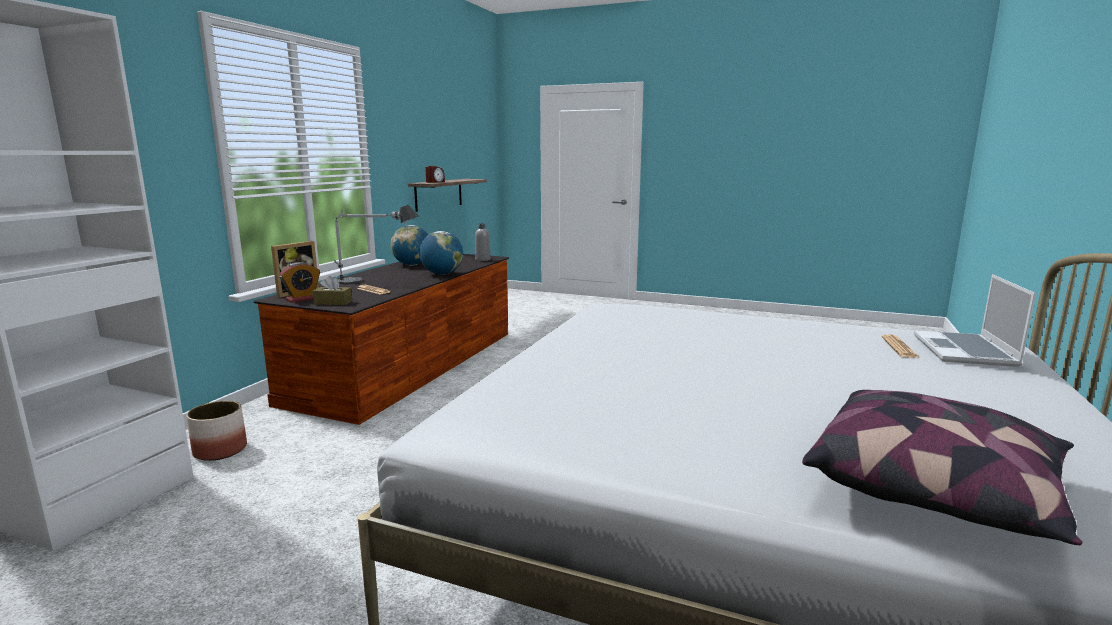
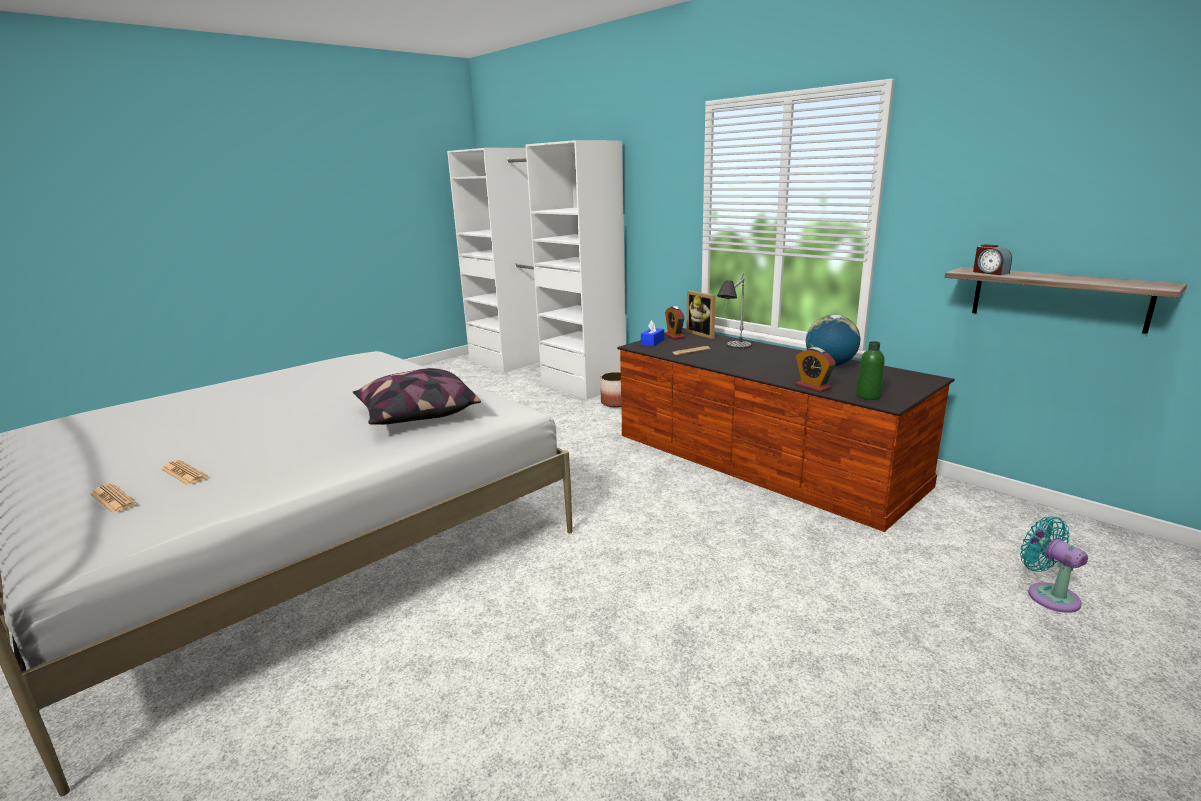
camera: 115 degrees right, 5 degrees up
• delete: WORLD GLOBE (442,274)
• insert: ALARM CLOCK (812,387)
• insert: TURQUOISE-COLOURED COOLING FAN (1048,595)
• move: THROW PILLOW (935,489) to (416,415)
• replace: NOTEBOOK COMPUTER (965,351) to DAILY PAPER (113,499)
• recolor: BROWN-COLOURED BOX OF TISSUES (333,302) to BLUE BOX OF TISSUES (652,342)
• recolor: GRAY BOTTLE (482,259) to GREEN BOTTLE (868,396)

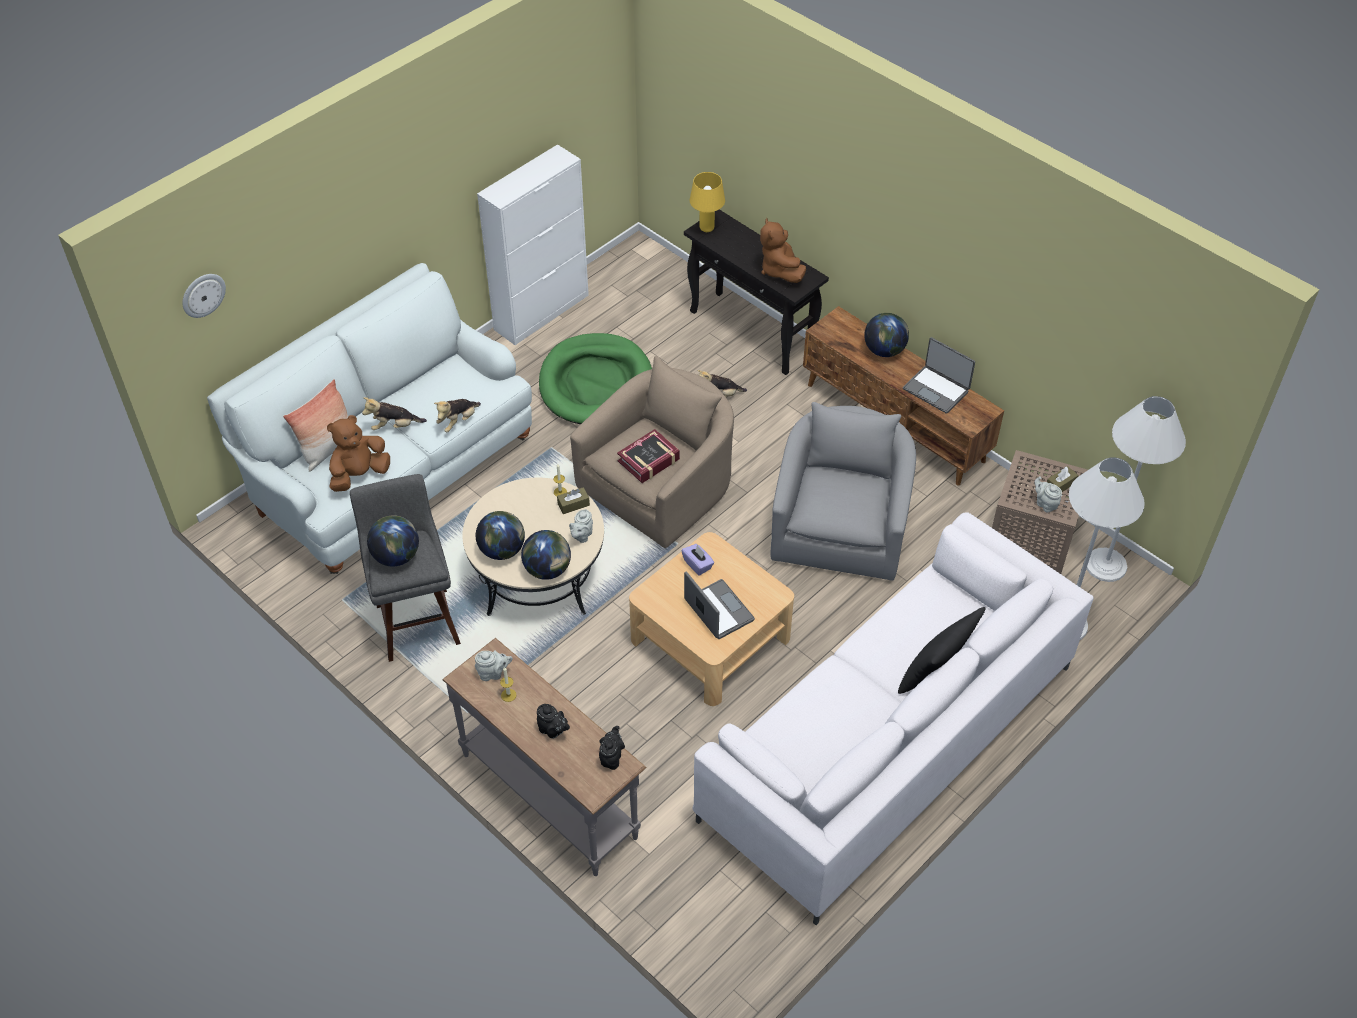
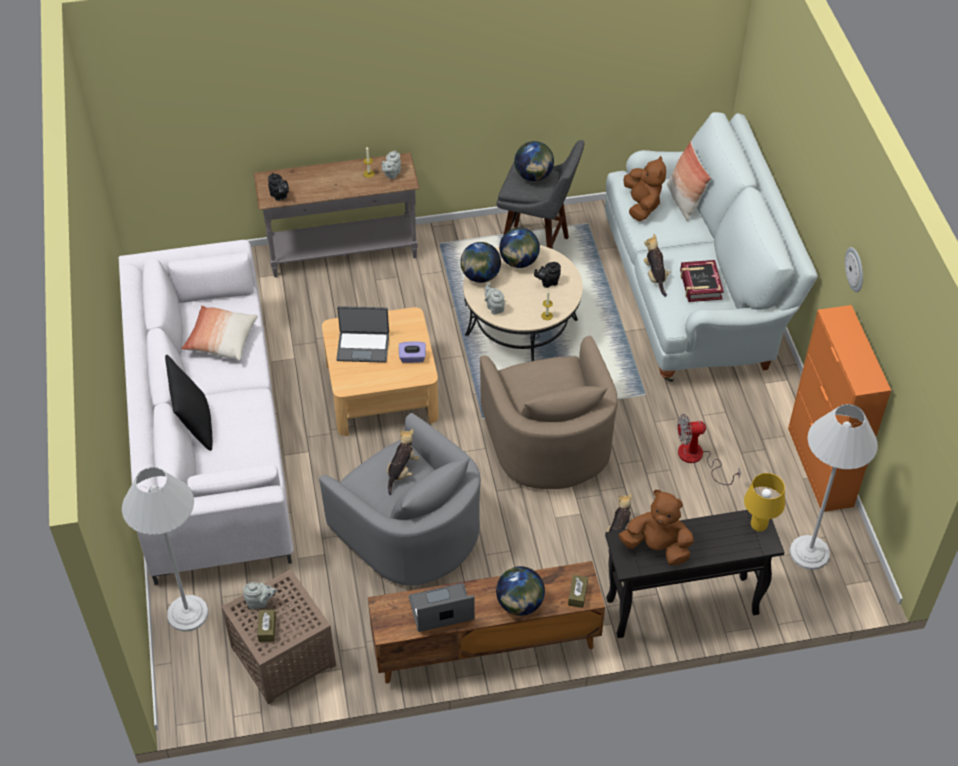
camera: 125 degrees right, 0 degrees up
• insert: THROW PILLOW (221,340)
• move: WALL CLOCK (203,295) to (855,269)
• move: CUDDLY TOY (394,426) to (402,471)
• move: BLACK TEA POT (553,730) to (548,282)
• move: BROWN-COLOURED BOX OF TISSUES (573,504) to (577,594)
• move: VOLUME (649,460) to (700,285)
• move: WHITE-COLOURED STANDING LAMP (1105,565) to (809,553)
• replace: GREEN DOG BED (596,384) to COOLING FAN (697,458)
• recolor: WHITE-COLOURED STORAGE CABINET (542,312) to ORANGE-COLOURED STORAGE CABINET (820,467)

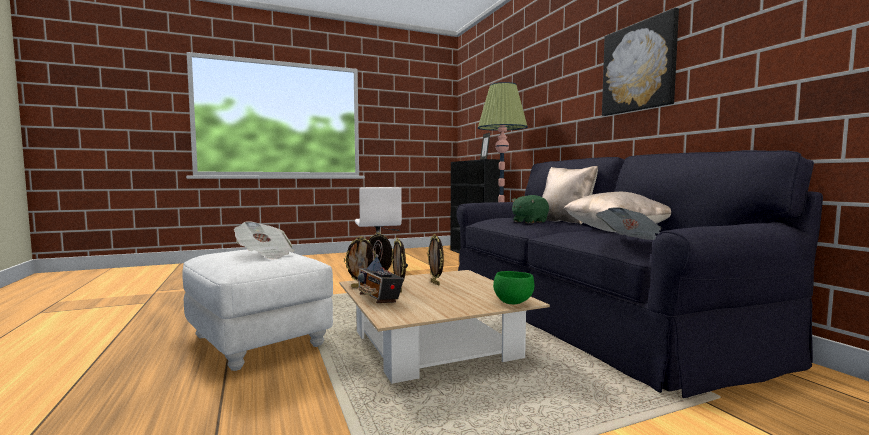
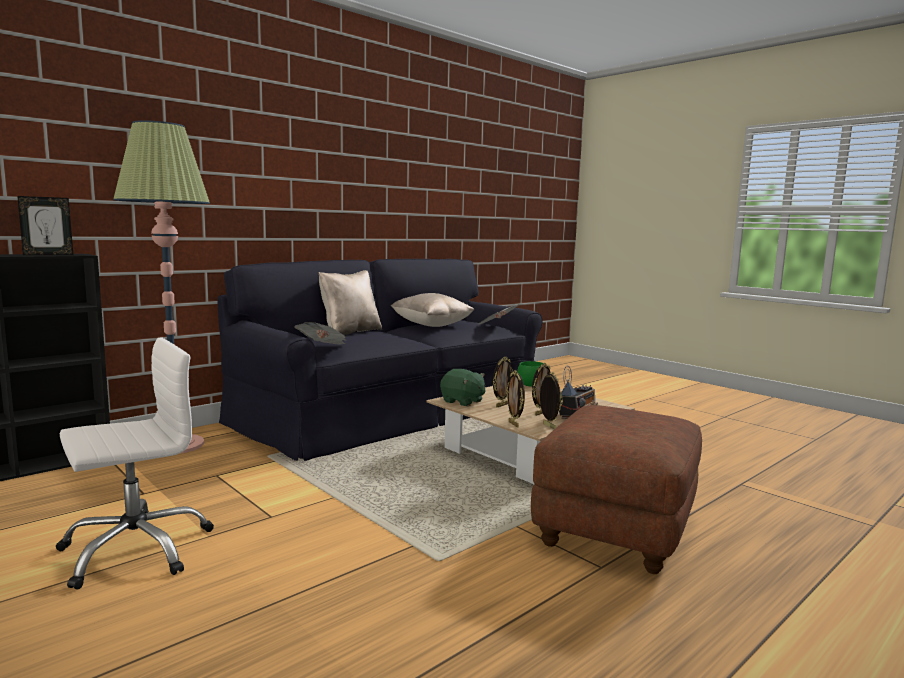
camera: 110 degrees left, 5 degrees up
• delete: PICTURE (638,67)
• move: DAILY PAPER (265,255) to (323,348)
• move: GREEN CUDDLY TOY (529,221) to (462,401)
• recolor: WHITE-COLOURED POUFFE (258,340) to BROWN-COLOURED POUFFE (615,529)

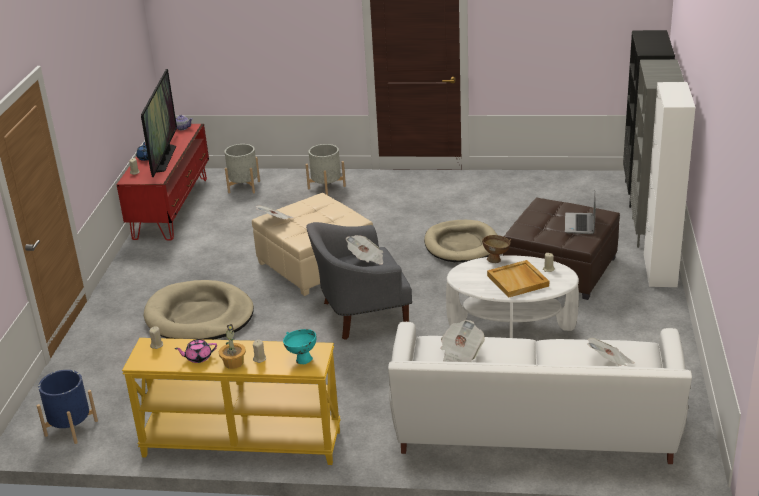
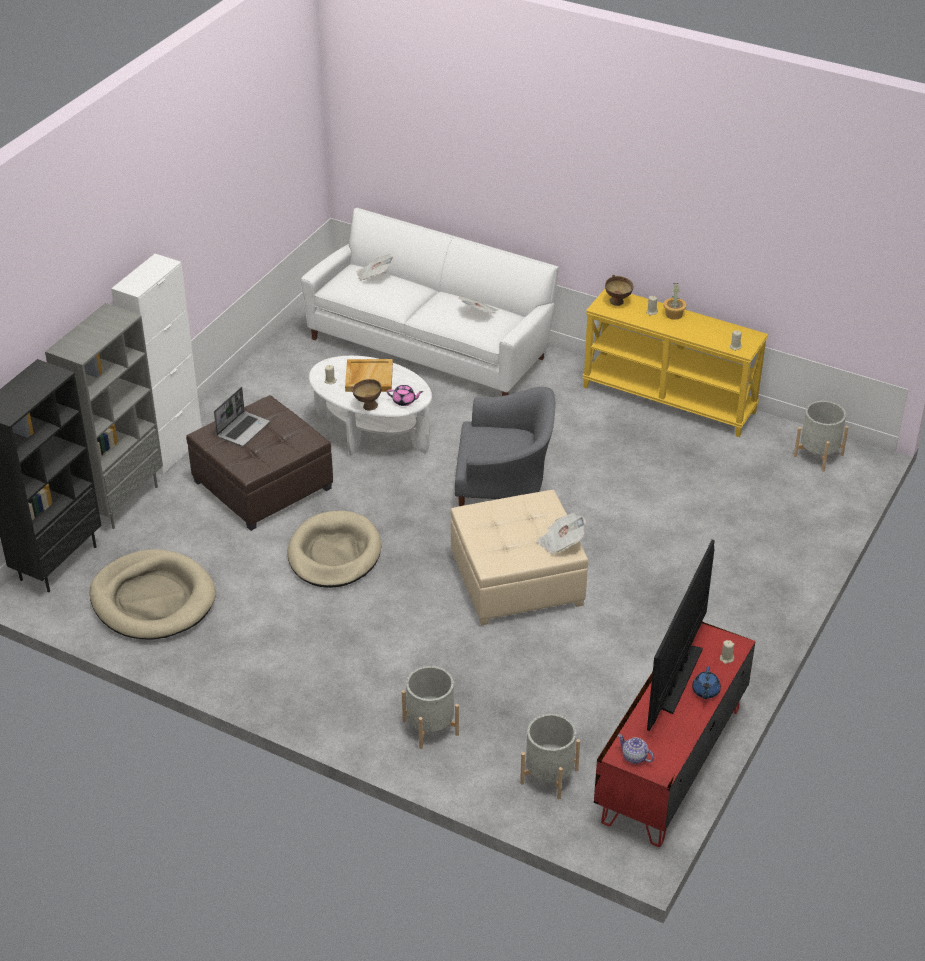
camera: 160 degrees left, 10 degrees up
• delete: DAILY PAPER (366,259)
• move: SAND-COLOURED DOG BED (199,316) to (153,599)
• move: PINK-COLOURED TEA POT (198,357) to (404,401)
• recolor: BLUE PLANTER (71,428) to GRAY PLANTER (818,455)
• recolor: TURQUOISE-COLOURED SERVING BOWL (301,359) to BROWN-COLOURED SERVING BOWL (618,303)

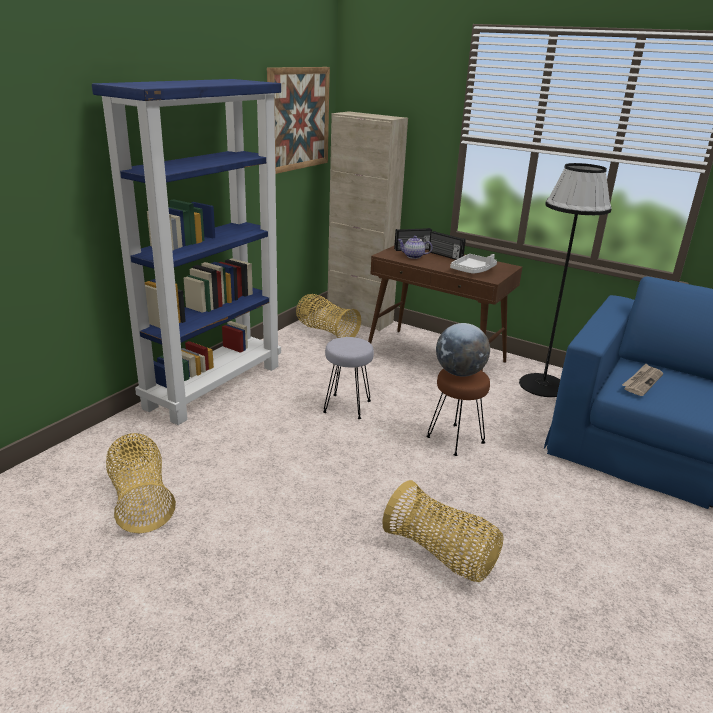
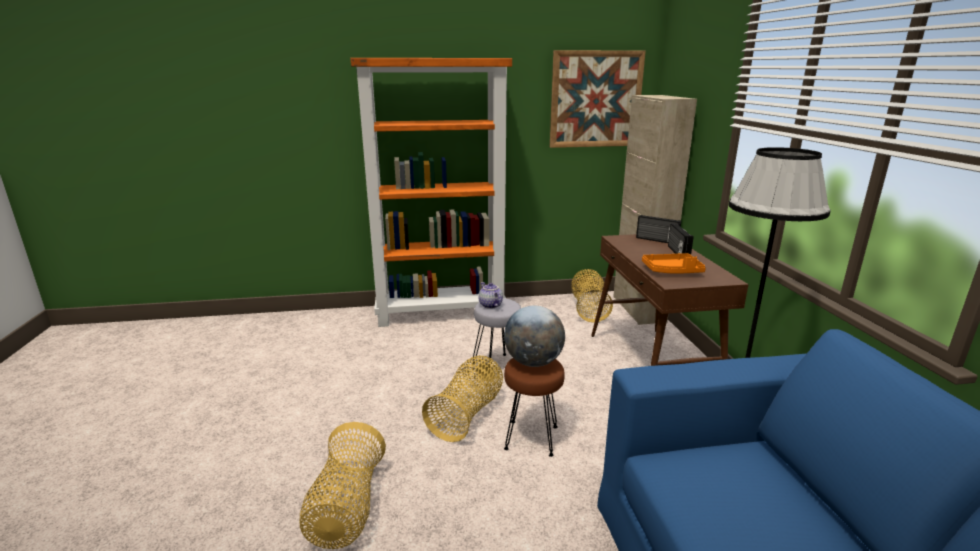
camera: 50 degrees right, 5 degrees down
• delete: DAILY PAPER (642,381)
• move: HOUSEHOLD BASKET (141,500) to (467,414)
• move: TEA POT (413,256) to (489,305)
• recolor: BLUE SHELVING UNIT (214,385) to ORANGE-COLOURED SHELVING UNIT (441,313)
• recolor: WHITE-COLOURED TRAY (473,270) to ORANGE-COLOURED TRAY (672,271)

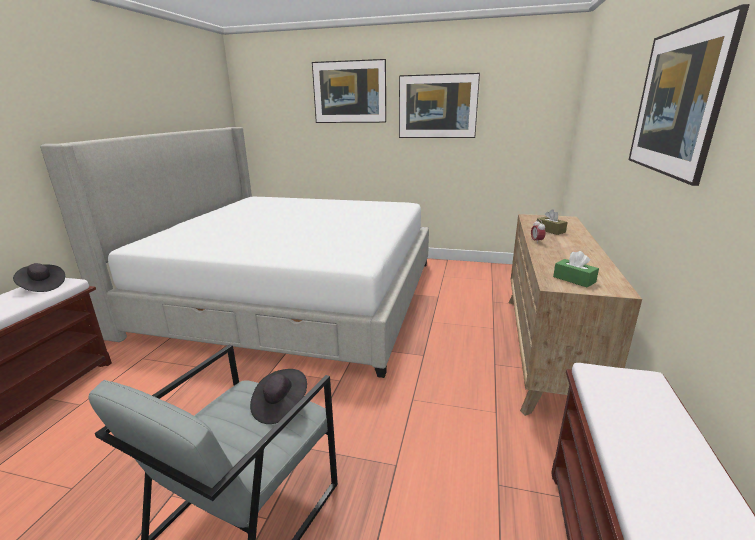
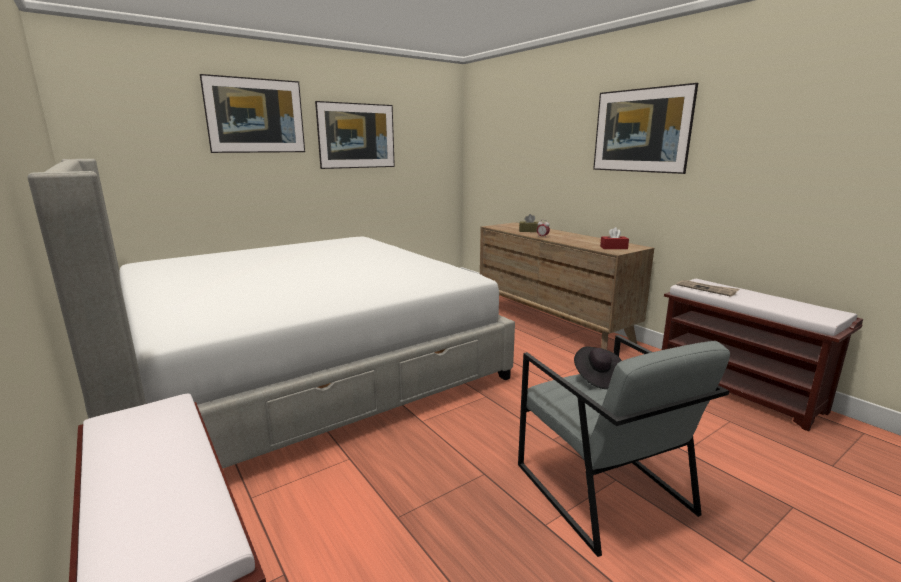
camera: 50 degrees left, 5 degrees down
• delete: BLACK CLOTHING HAT (42,286)
• insert: DAILY PAPER (707,289)
• recolor: GREEN BOX OF TISSUES (574,279) to REDDISH BOX OF TISSUES (613,248)

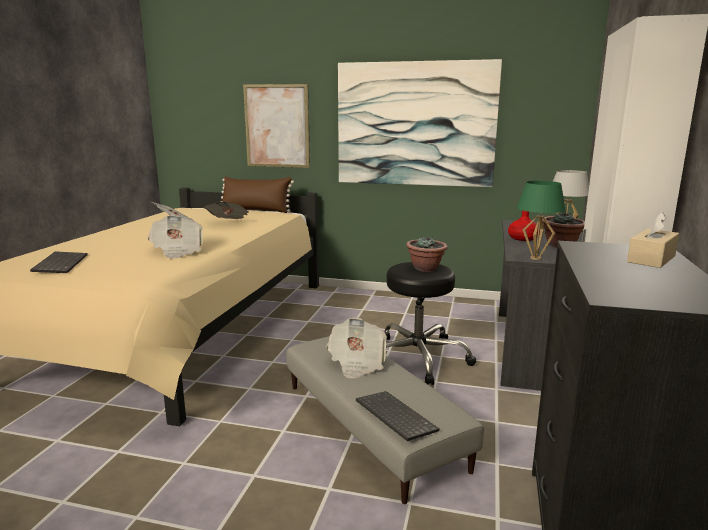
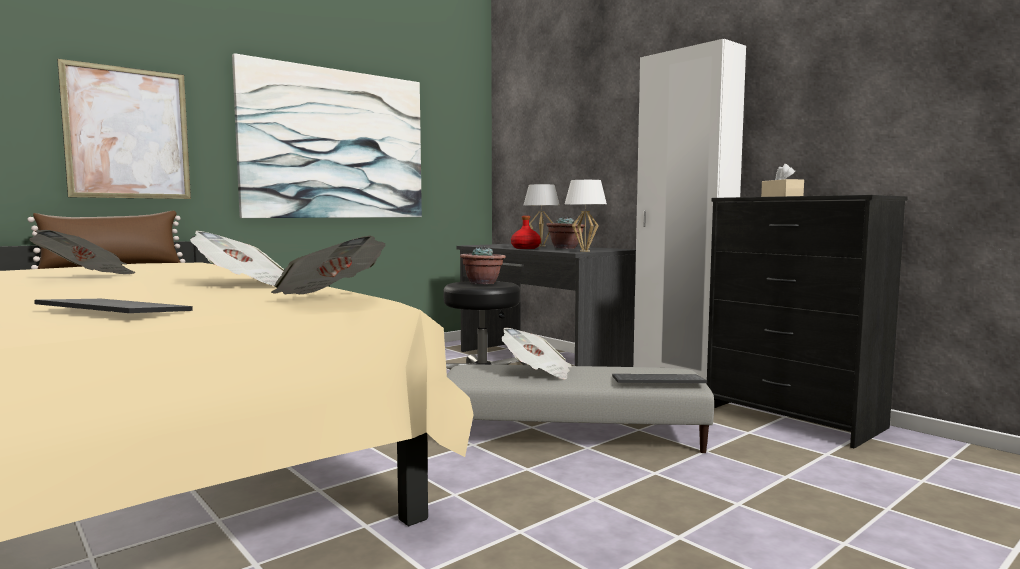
camera: 55 degrees left, 10 degrees down
• move: DAILY PAPER (228,223) to (329,298)
• recolor: GREEN TABLE LAMP (536,258) to WHITE-COLOURED TABLE LAMP (584,251)

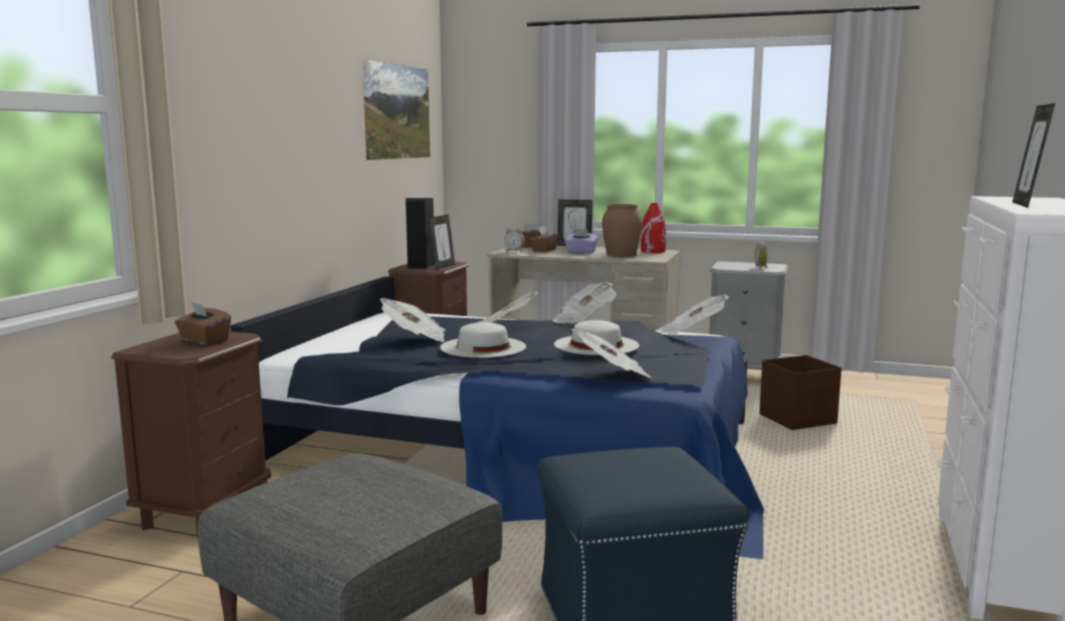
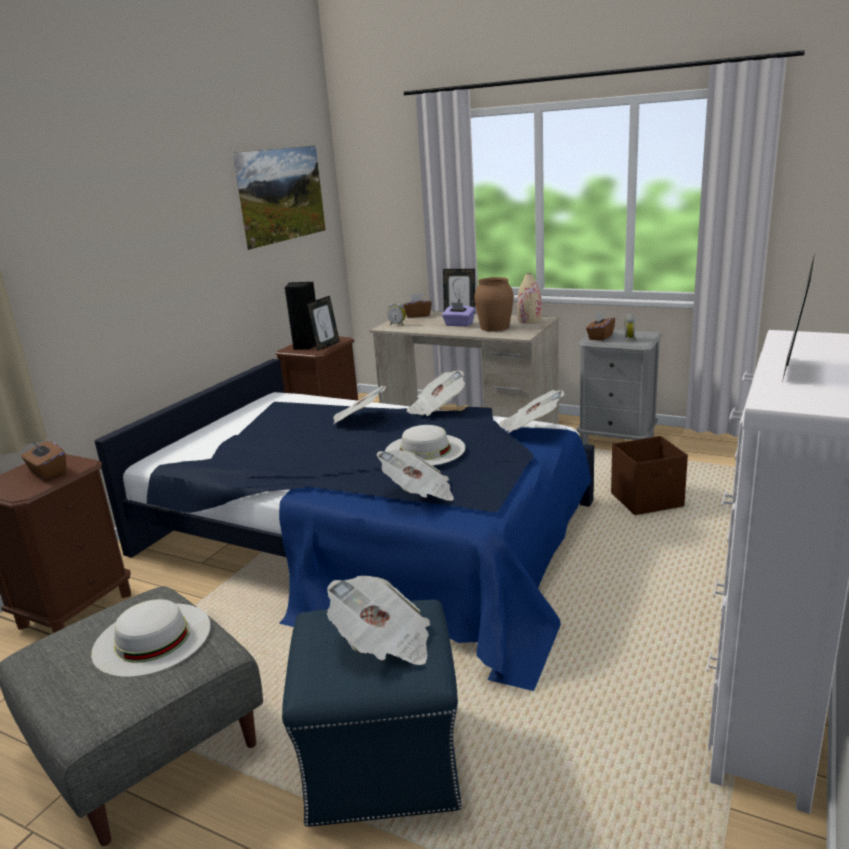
camera: 10 degrees right, 10 degrees up
• move: DAILY PAPER (415,338) to (383,643)
• move: WHITE-COLOURED CLOTHING HAT (483,347) to (152,638)
• move: BROWN-COLOURED BOX OF TISSUES (544,250) to (600,337)
• recolor: REDDISH VASE (652,251) to SAND-COLOURED VASE (529,320)

